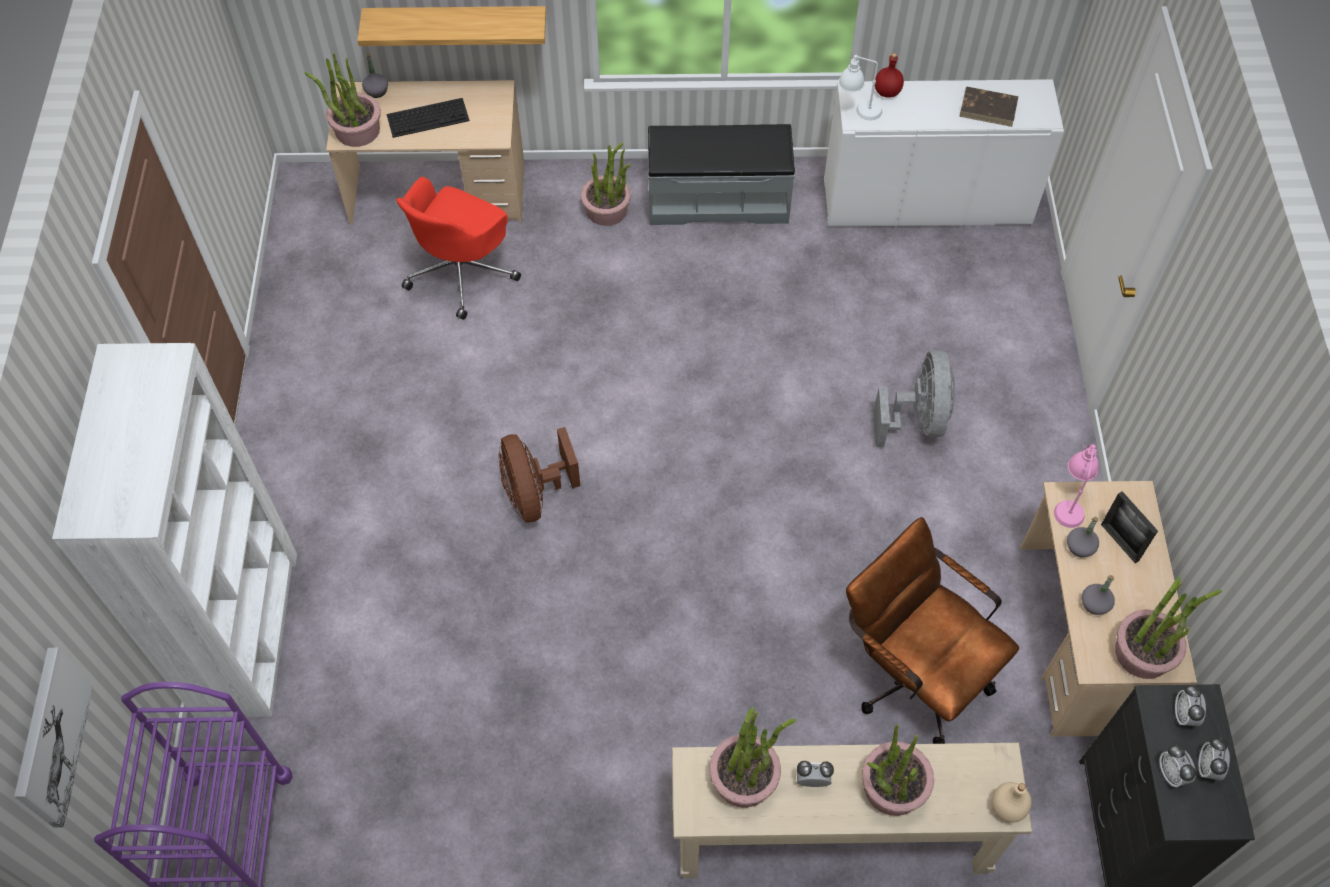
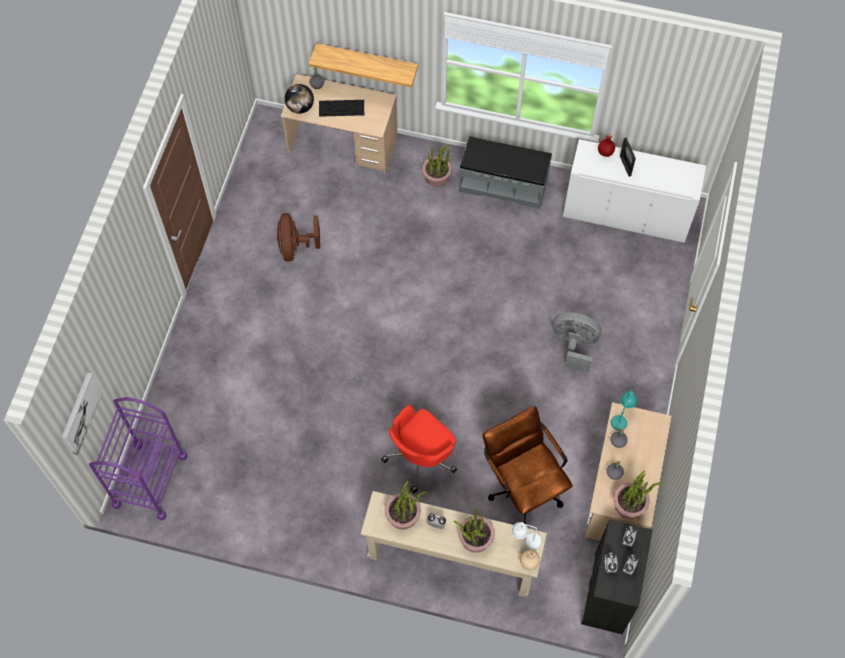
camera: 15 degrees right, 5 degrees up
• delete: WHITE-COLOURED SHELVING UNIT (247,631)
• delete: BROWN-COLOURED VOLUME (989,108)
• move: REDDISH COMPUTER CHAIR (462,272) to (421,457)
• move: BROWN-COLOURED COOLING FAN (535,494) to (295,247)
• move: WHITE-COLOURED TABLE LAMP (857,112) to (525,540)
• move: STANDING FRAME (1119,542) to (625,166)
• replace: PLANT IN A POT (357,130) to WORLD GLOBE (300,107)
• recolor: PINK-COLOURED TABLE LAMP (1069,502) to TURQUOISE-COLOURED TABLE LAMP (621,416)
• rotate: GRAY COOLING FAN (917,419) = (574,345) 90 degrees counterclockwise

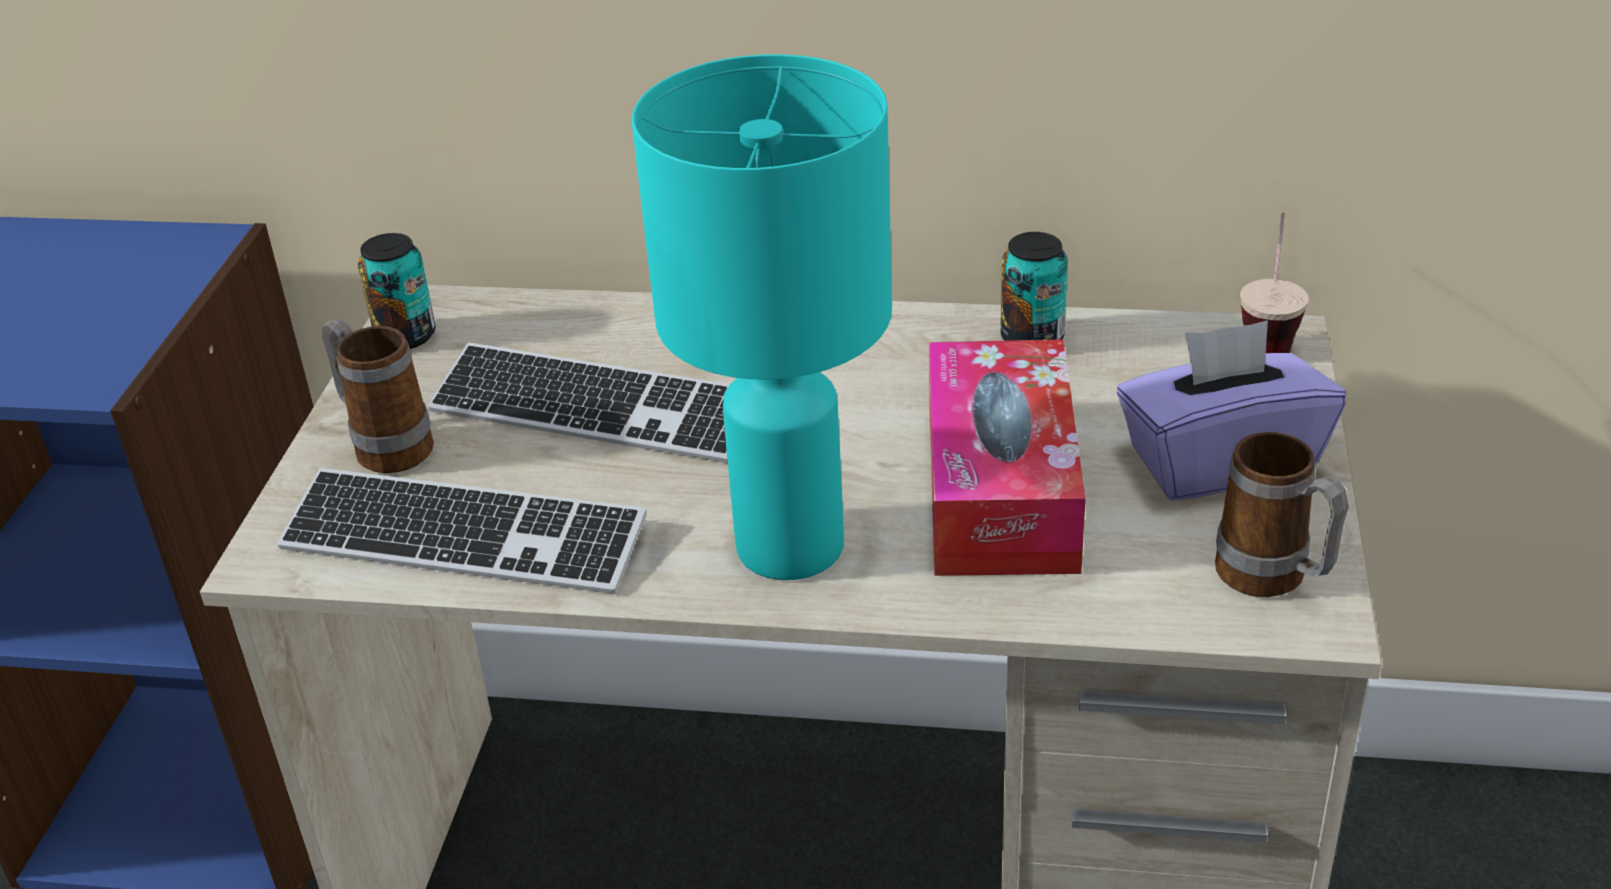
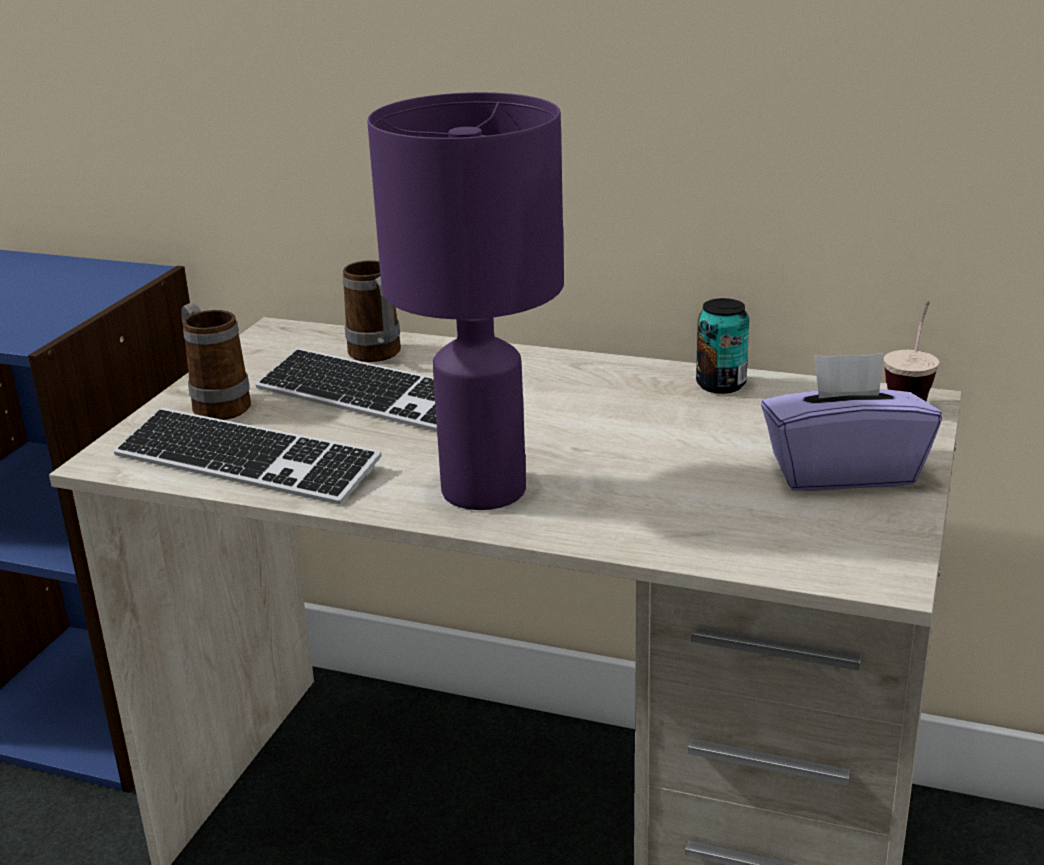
camera: 10 degrees right, 10 degrees down
• delete: SEALED CAN (406,336)
• delete: BOX OF TISSUES (1000,488)
• move: COFFEE MUG (1273,581) to (378,356)
• recolor: TURQUOISE-COLOURED TABLE LAMP (788,544) to PURPLE-COLOURED TABLE LAMP (482,488)

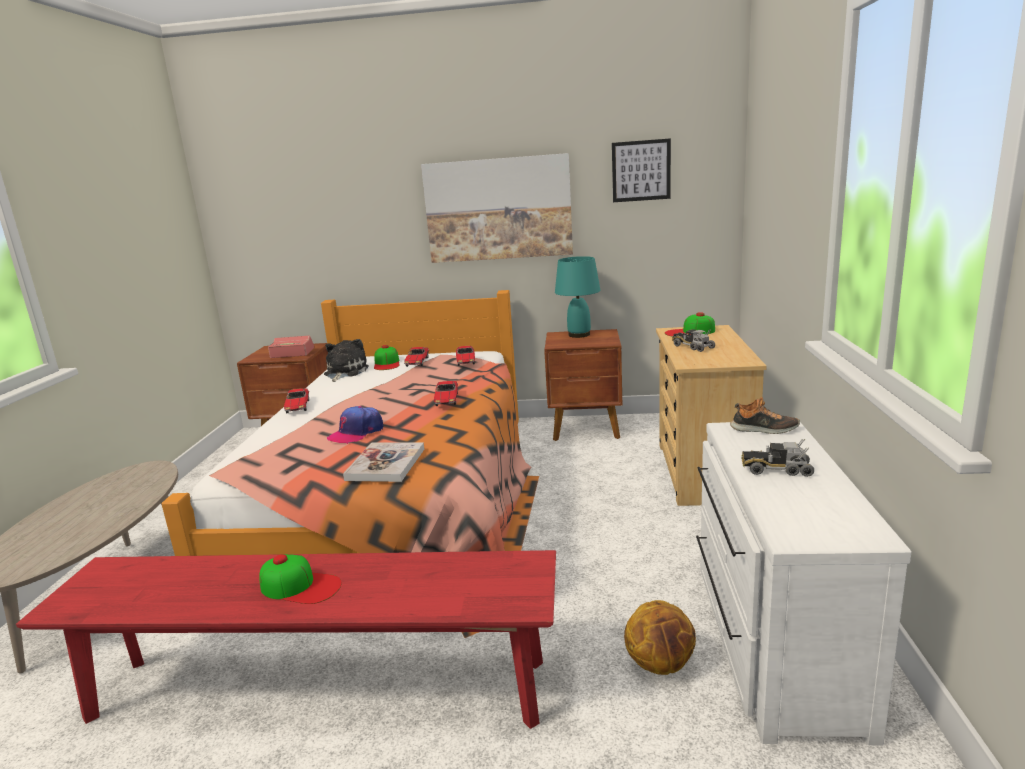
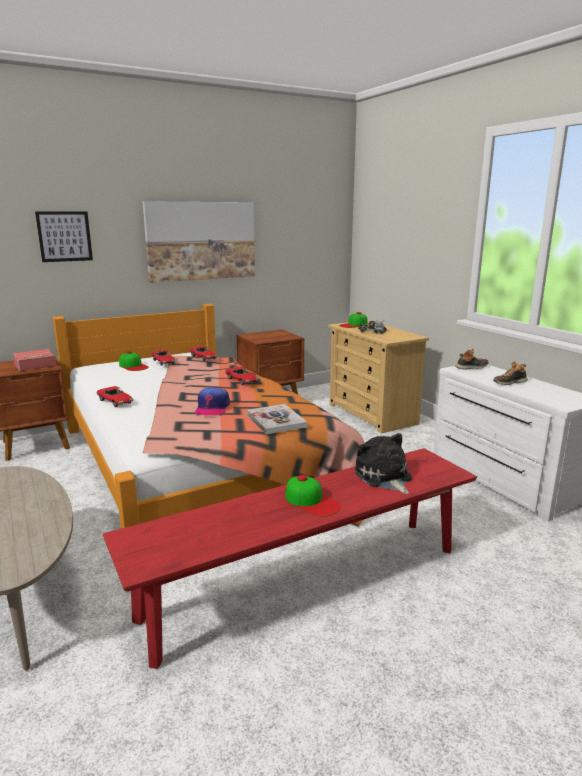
camera: 35 degrees left, 0 degrees up
• delete: TURQUOISE-COLOURED TABLE LAMP (579,335)
• delete: BASKETBALL (660,665)
• move: CUDDLY TOY (344,372) to (384,477)
• move: PICTURE (641,170) to (64,236)
• replace: TOY LORRY (776,469) to ITEM OF FOOTWEAR (509,382)
• rotate: PEAKED CAP (300,586) = (312,501) 60 degrees clockwise

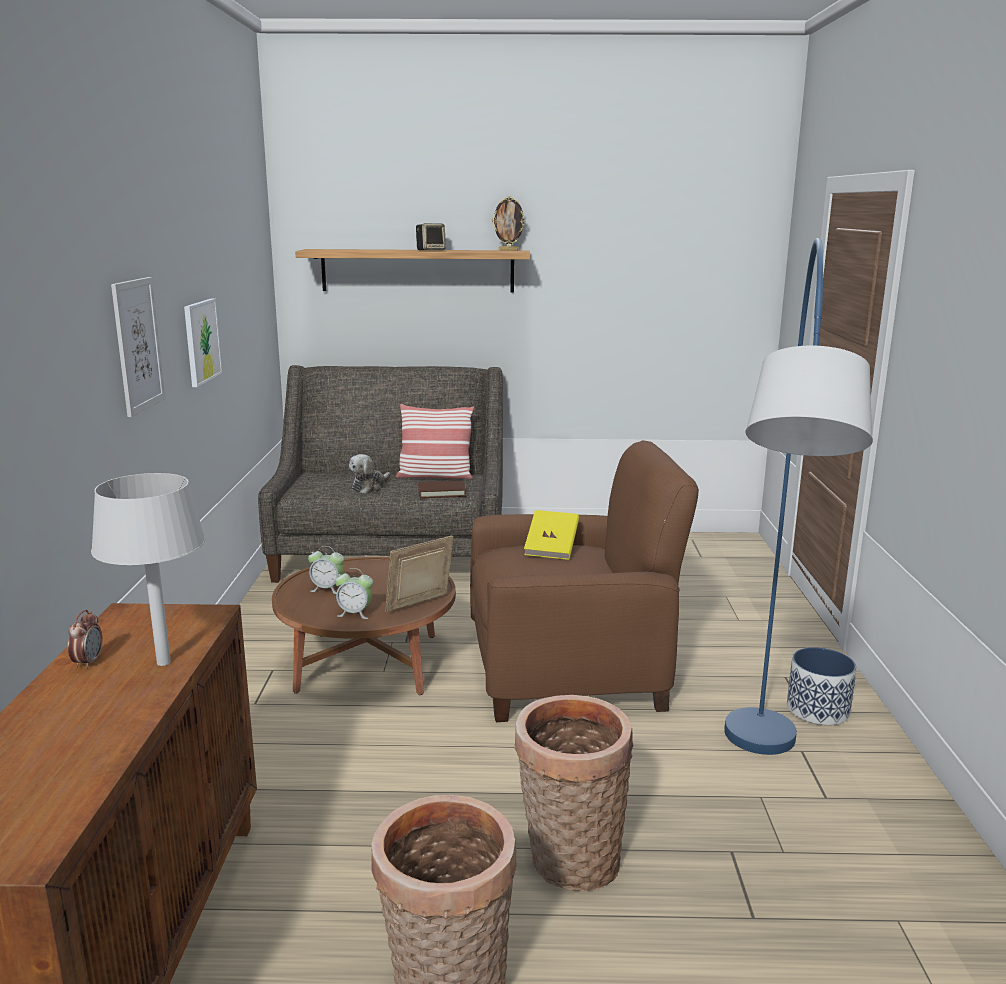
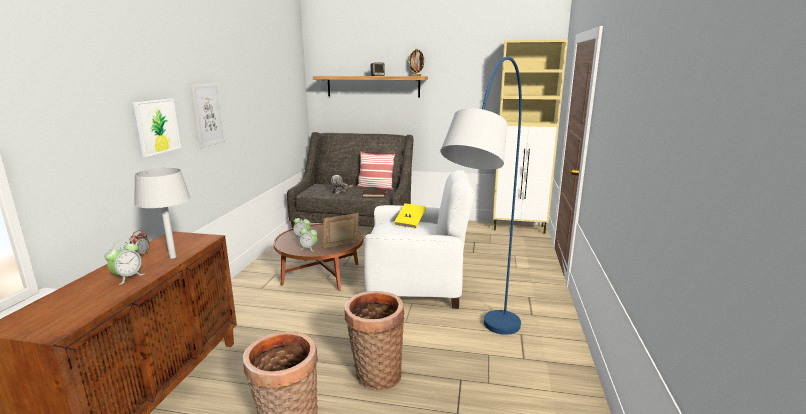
camera: 10 degrees right, 0 degrees up
• delete: PLANTER (817,710)
• insert: ALARM CLOCK (127,277)
• insert: SAND-COLOURED STORAGE CABINET (519,228)
• move: PICTURE (201,341) to (157,126)
• recolor: BROWN-COLOURED EASY CHAIR (569,672) to WHITE-COLOURED EASY CHAIR (416,286)

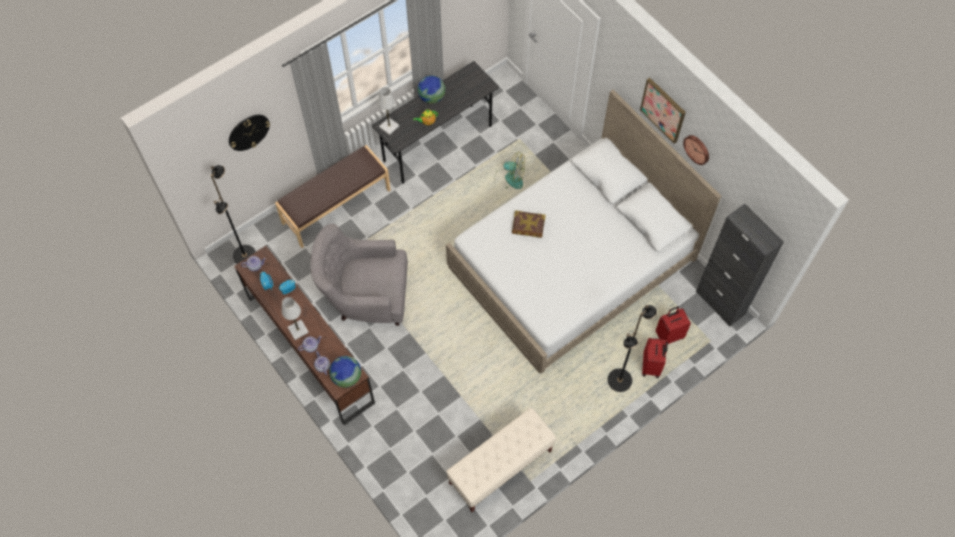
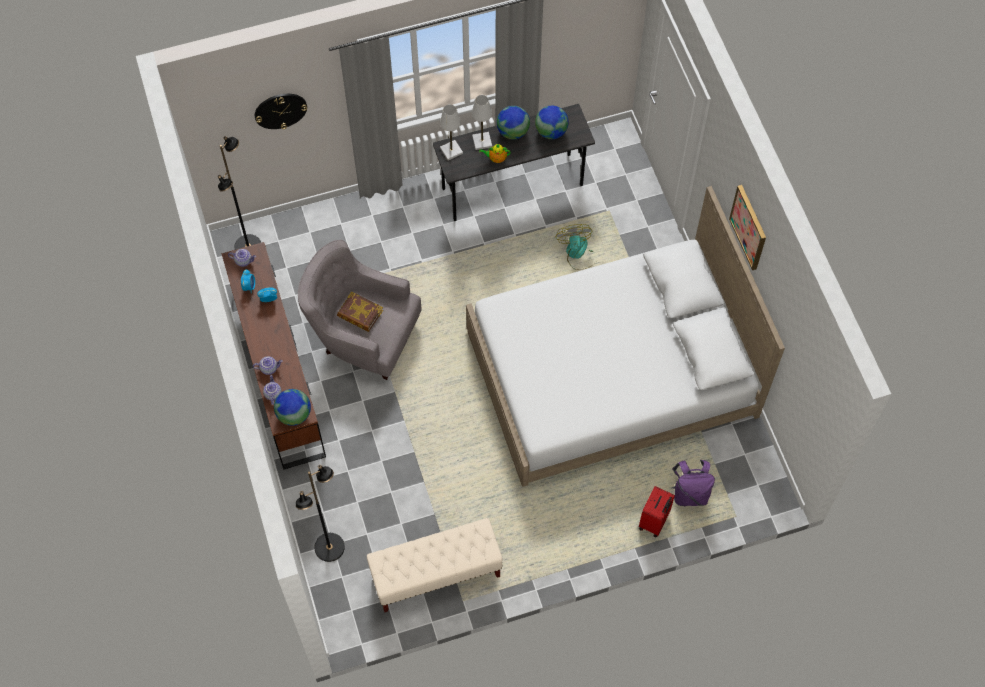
camera: 20 degrees right, 0 degrees up
• delete: BROWN-COLOURED BENCH (336,206)
• delete: WALL CLOCK (697,149)
• delete: BLACK STORAGE CABINET (720,302)
• insert: WORLD GLOBE (551,131)
• move: WHITE-COLOURED TABLE LAMP (298,330) to (482,141)
• move: VOLUME (528,226) to (360,314)
• move: BLACK STANDING LAMP (620,380) to (330,548)
• replace: REDDISH PIECE OF LUGGAGE (669,335) to PURPLE-COLOURED RUCKSACK (690,493)
• rotate: COOLING FAN (509,179) = (578,253) 135 degrees counterclockwise

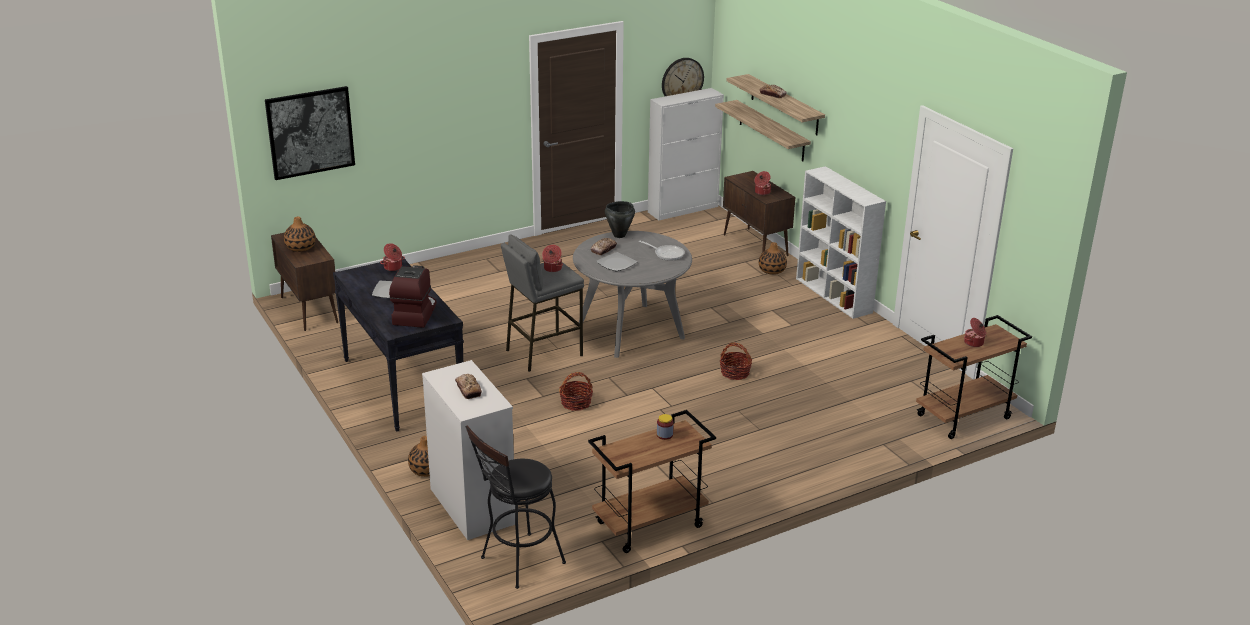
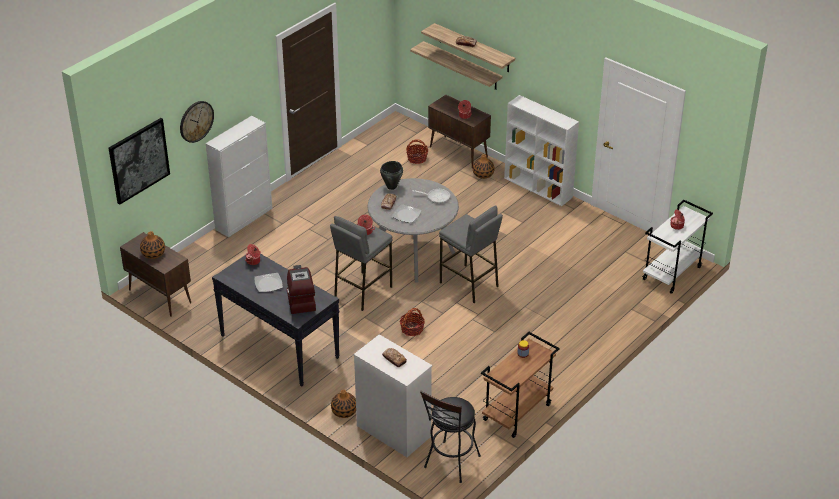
camera: 20 degrees left, 10 degrees up
• insert: GRAY STOOL (469,284)
• move: WHITE-COLOURED STORAGE CABINET (683,209) to (244,218)
• move: WALL CLOCK (682,81) to (196,121)
• move: HOUSEHOLD BASKET (735,373) to (417,158)
• recolor: BROWN-COLOURED TROLLEY (963,417) to WHITE-COLOURED TROLLEY (672,274)

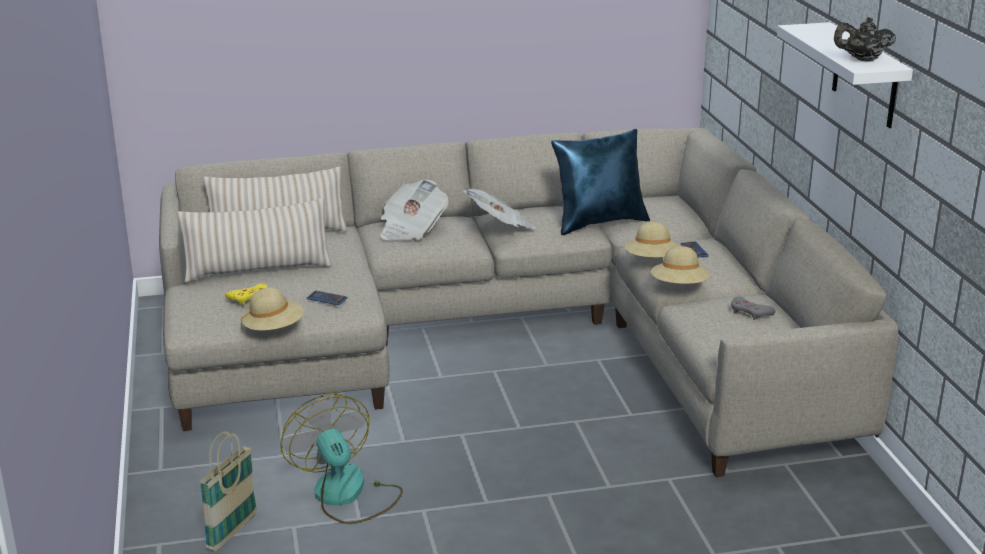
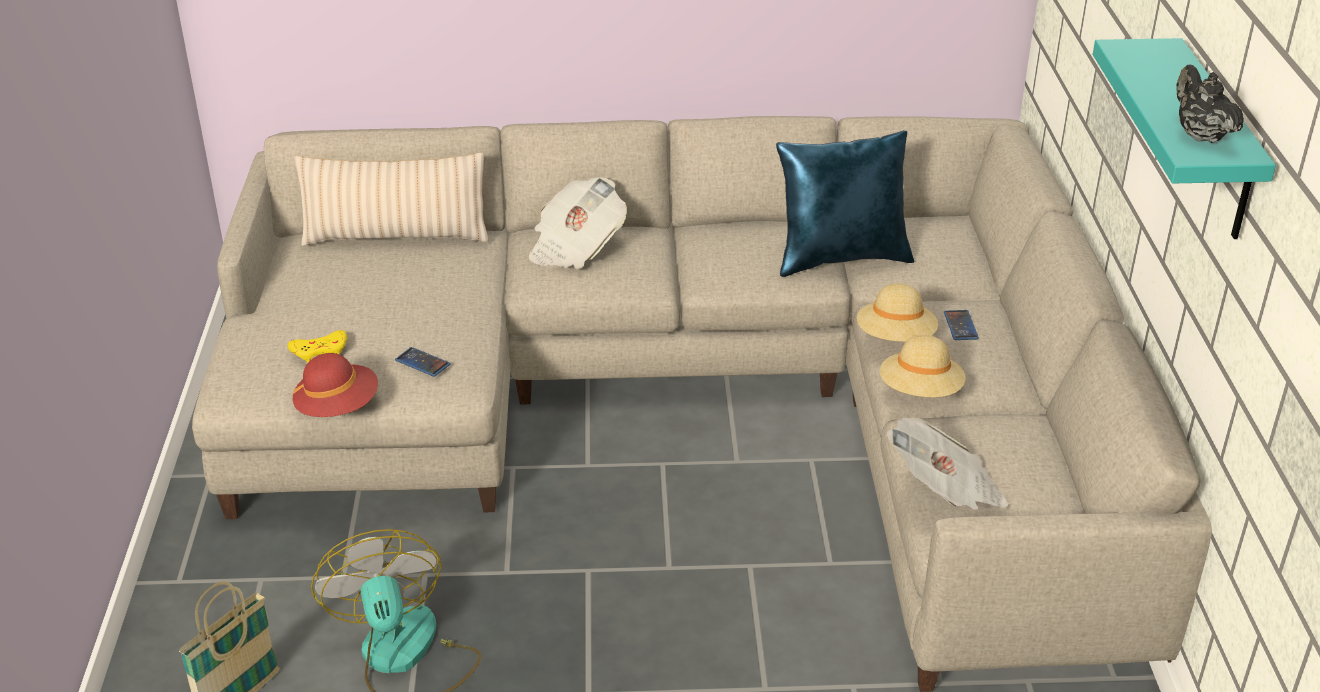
camera: 10 degrees right, 10 degrees up
• delete: SAND-COLOURED THROW PILLOW (258,269)
• delete: GRAY GAMEPAD (750,312)
• move: DAILY PAPER (500,227) to (945,491)
• recolor: SAND-COLOURED CLOTHING HAT (273,329) to REDDISH CLOTHING HAT (338,407)
• recolor: WHITE-COLOURED BRACKET SHELF (865,76) to TURQUOISE-COLOURED BRACKET SHELF (1215,143)
• rotate: BLACK TEA POT (862,59) = (1200,135) 60 degrees clockwise

